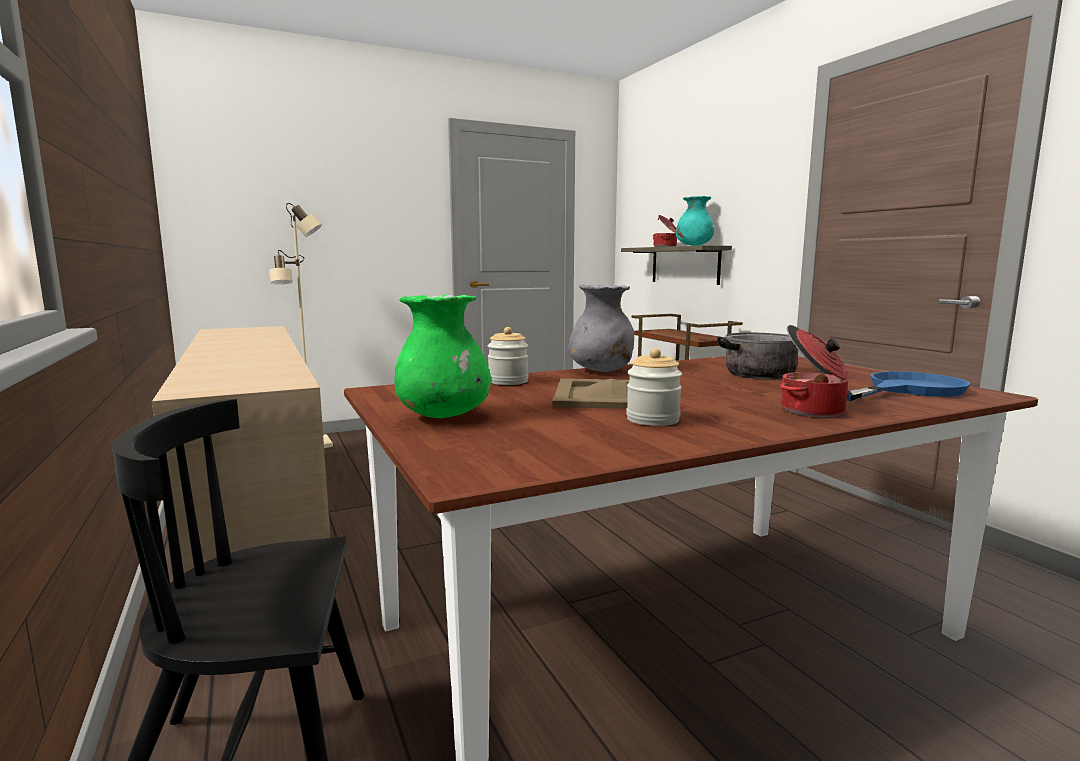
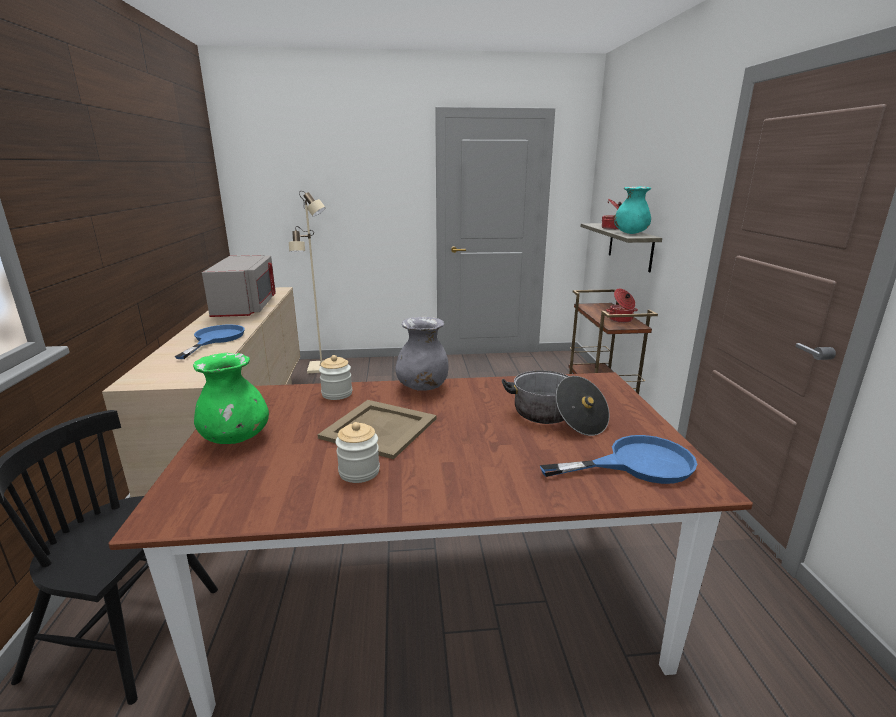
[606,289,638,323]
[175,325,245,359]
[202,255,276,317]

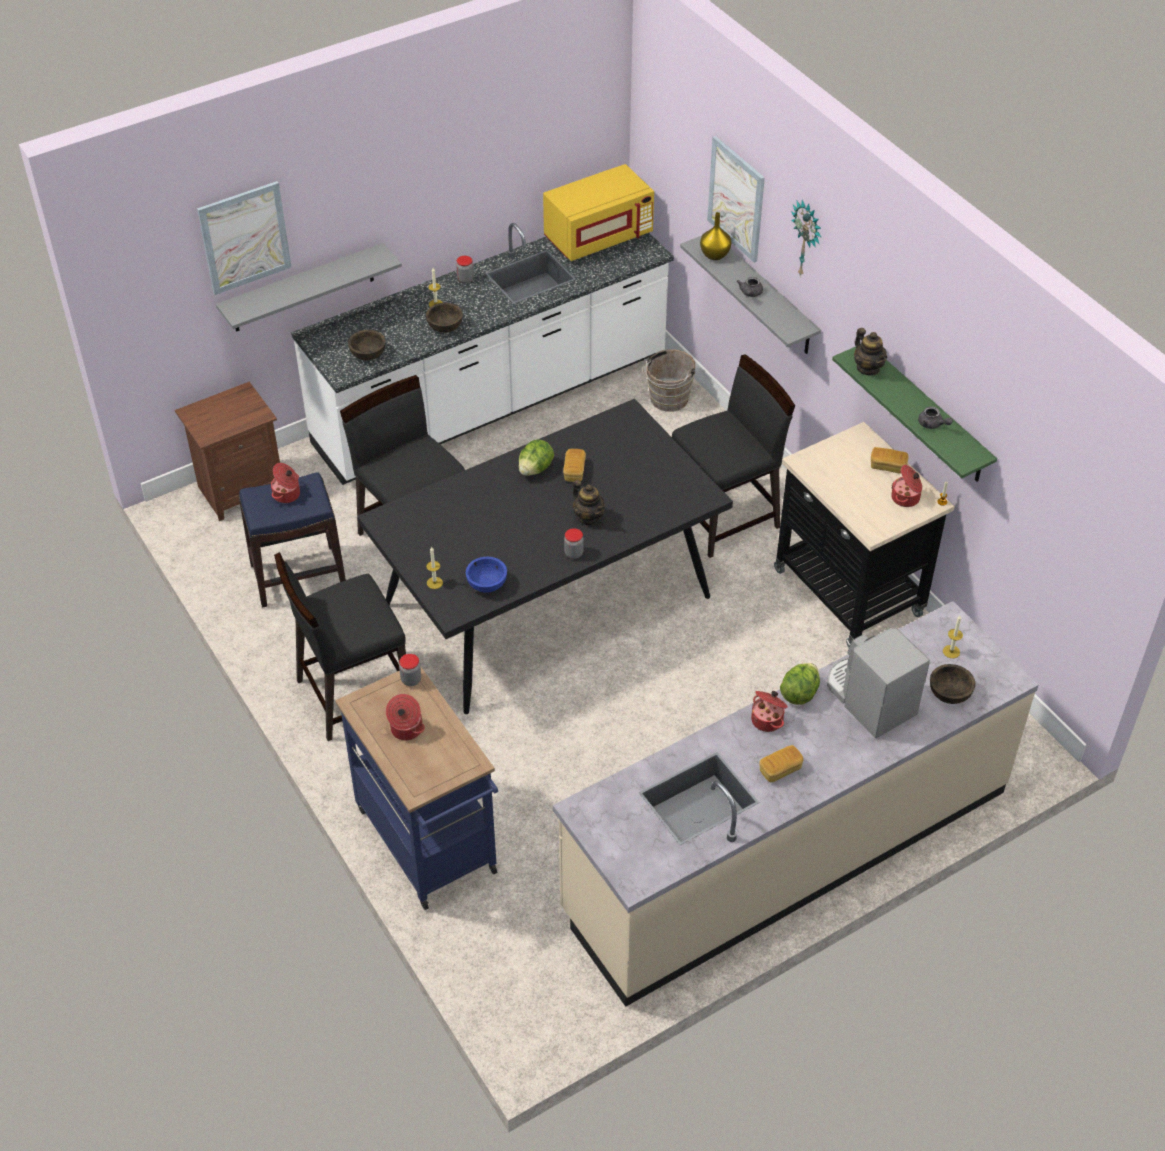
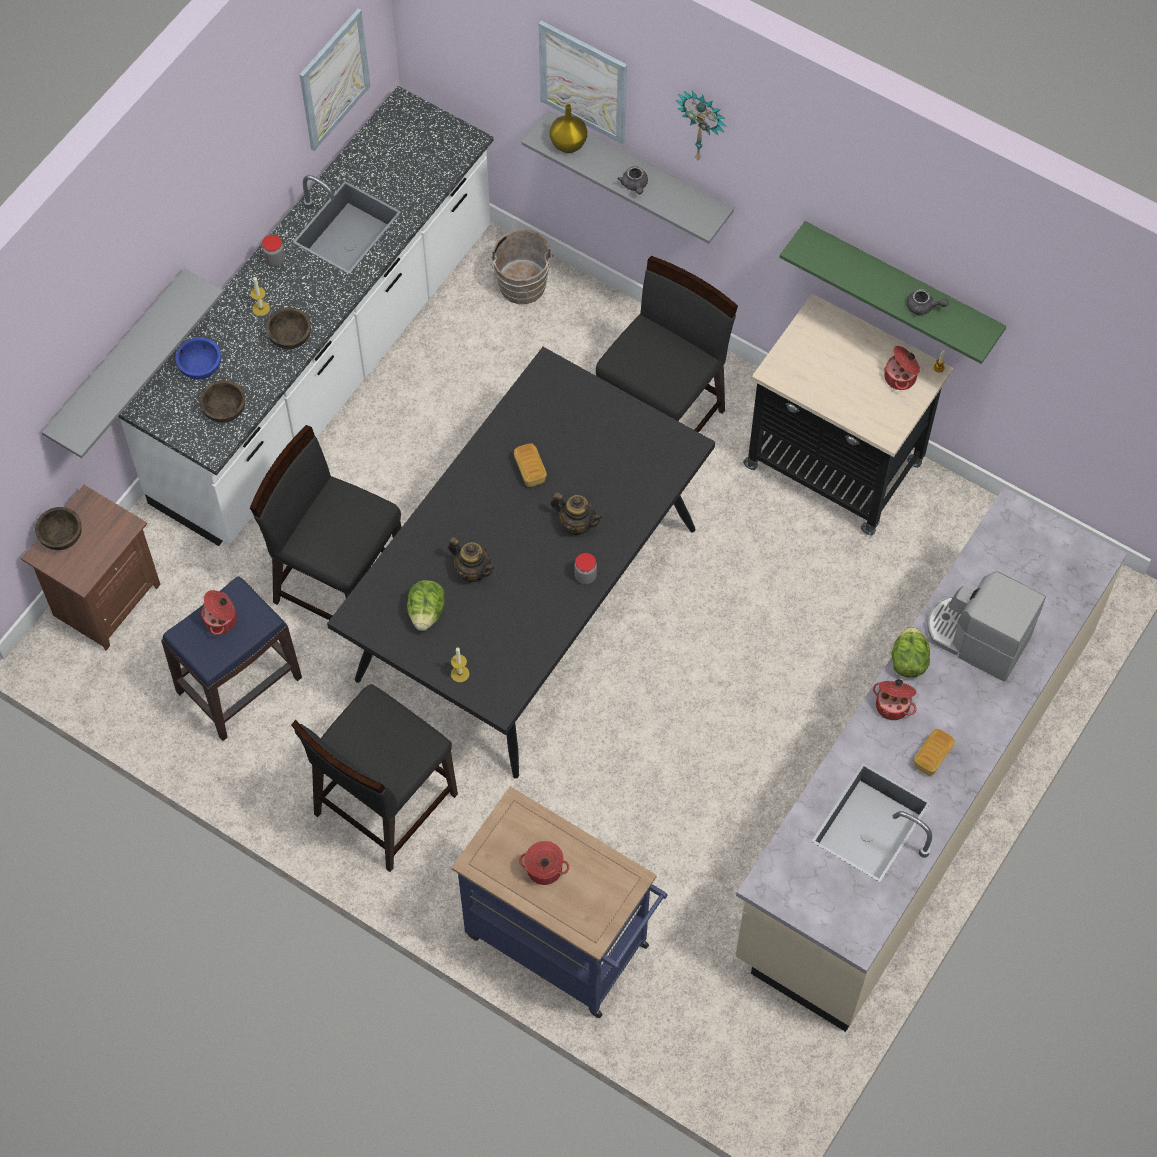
[300,8,371,151]
[399,654,421,686] (first image)
[175,337,221,379]
[407,580,445,631]
[543,164,654,261] (first image)
[448,537,495,582]
[871,447,908,474] (first image)
[35,507,82,550]
[943,616,963,658] (first image)

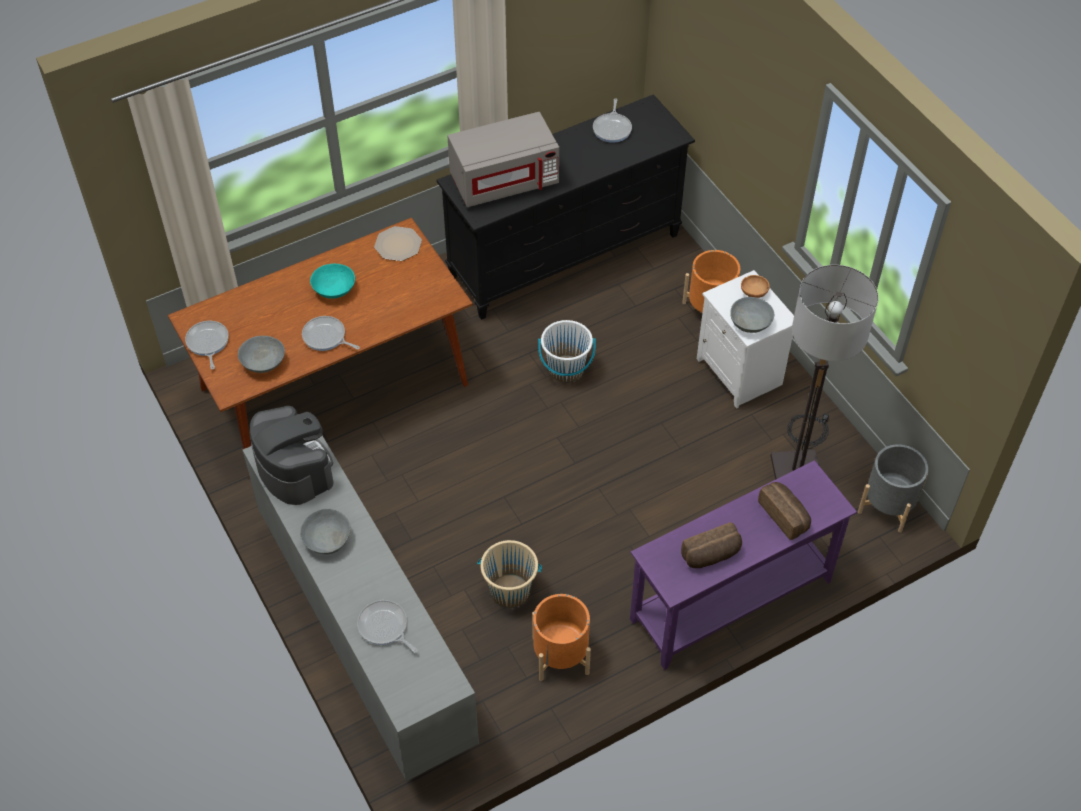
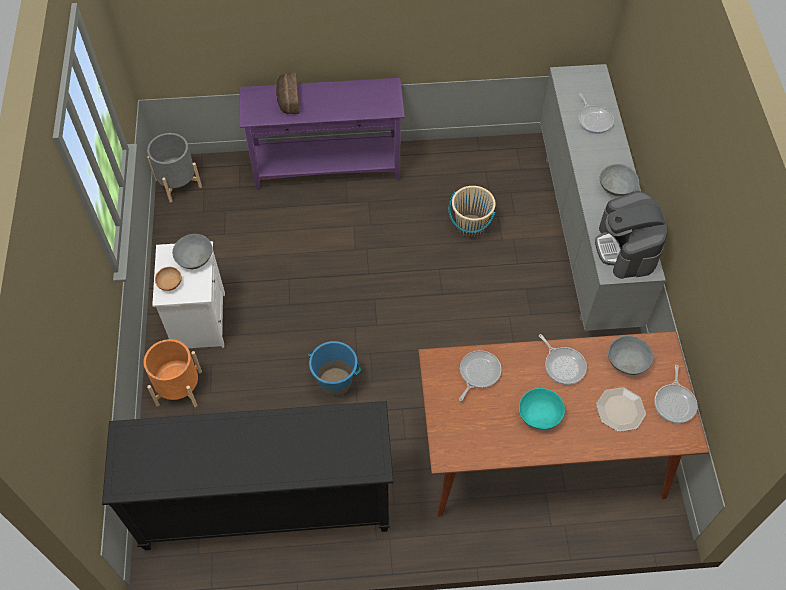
[596,387,646,432]
[447,112,559,207] (first image)
[532,594,591,681] (first image)
[308,341,361,397]
[459,350,501,401]
[681,522,742,568] (first image)
[770,265,879,480] (first image)

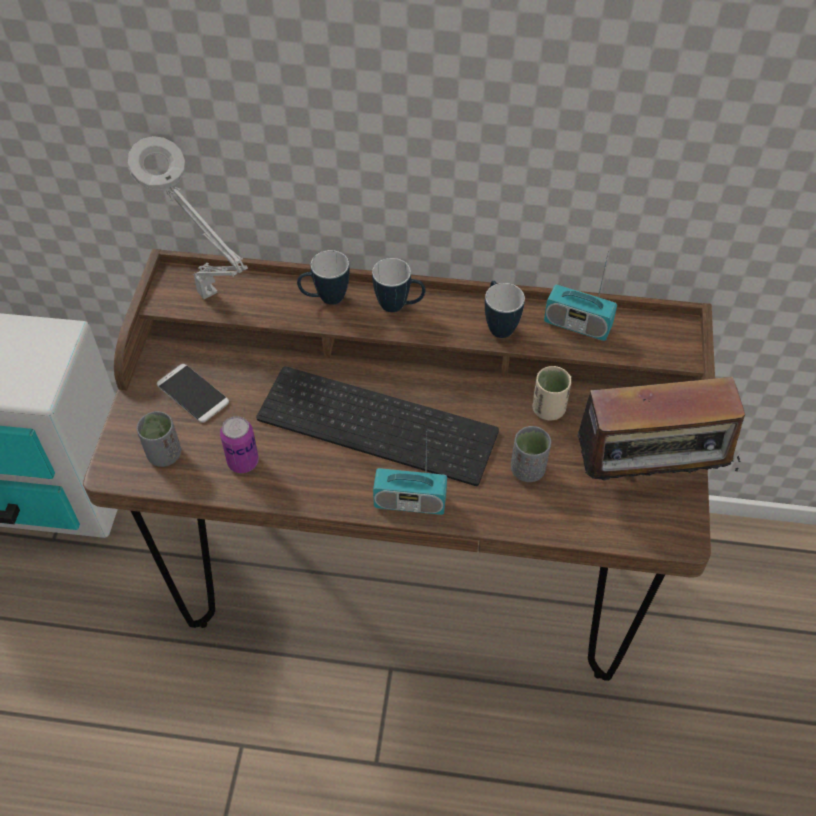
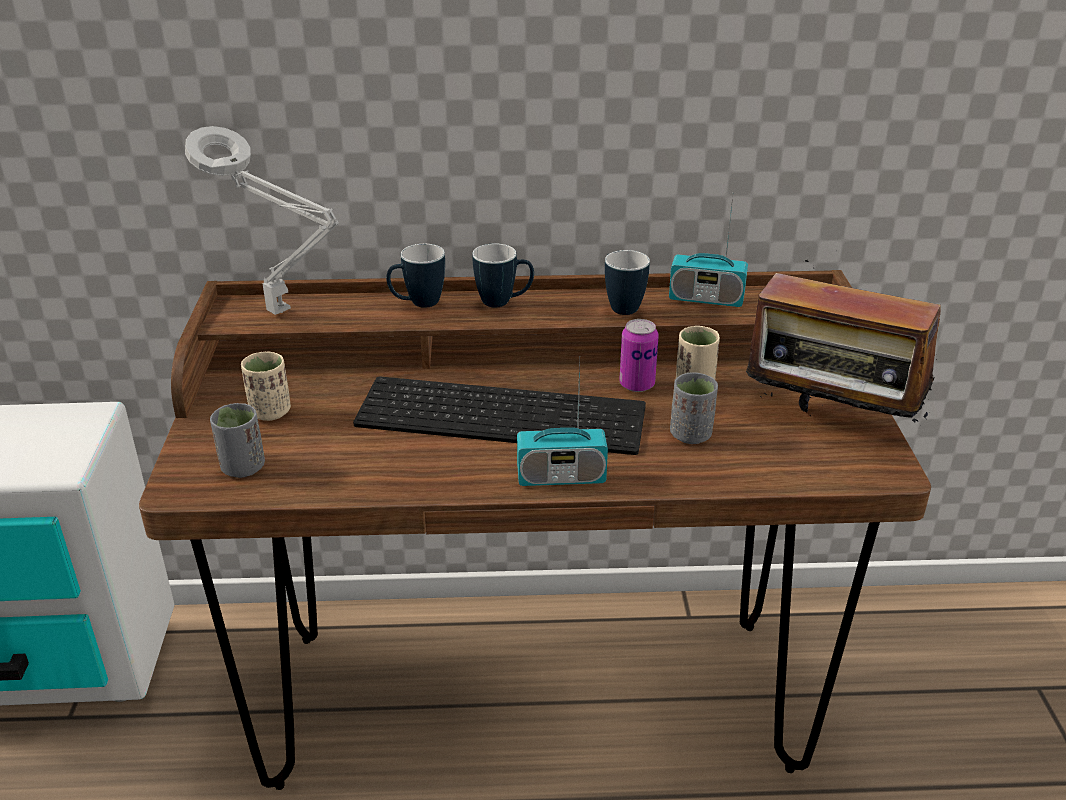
[241,352,291,421]
[619,319,659,392]
[746,250,941,422]

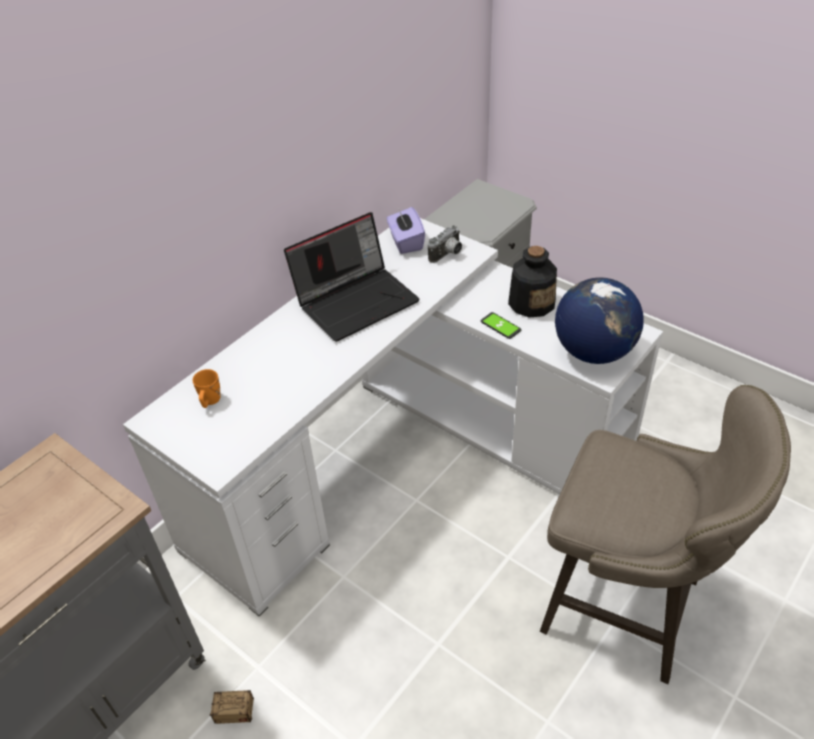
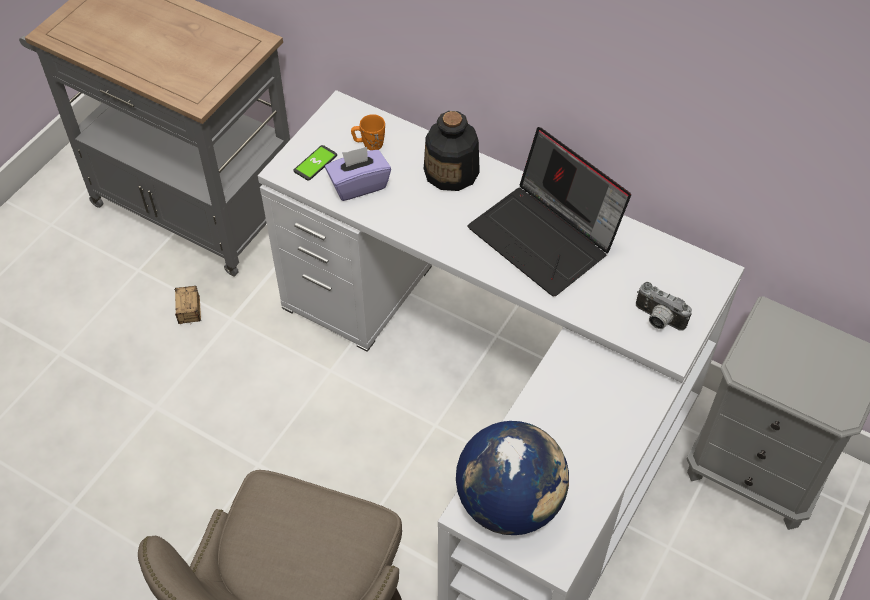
[325,147,391,201]
[293,145,337,181]
[424,111,480,191]

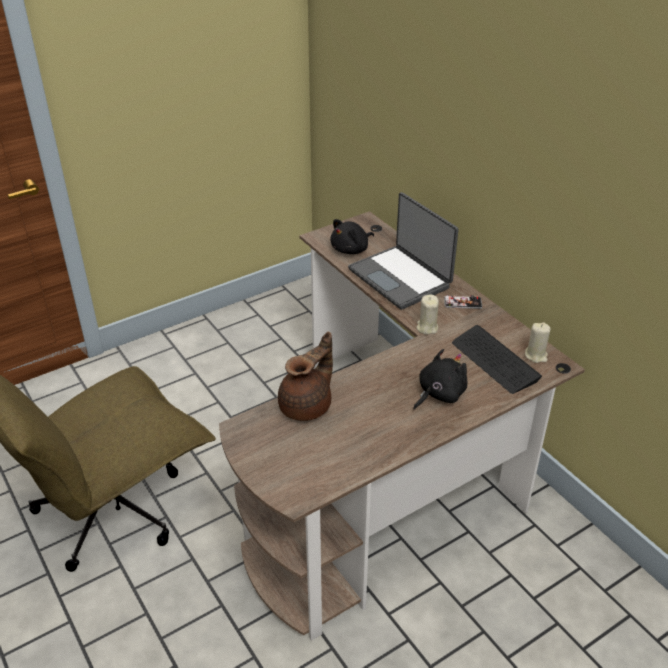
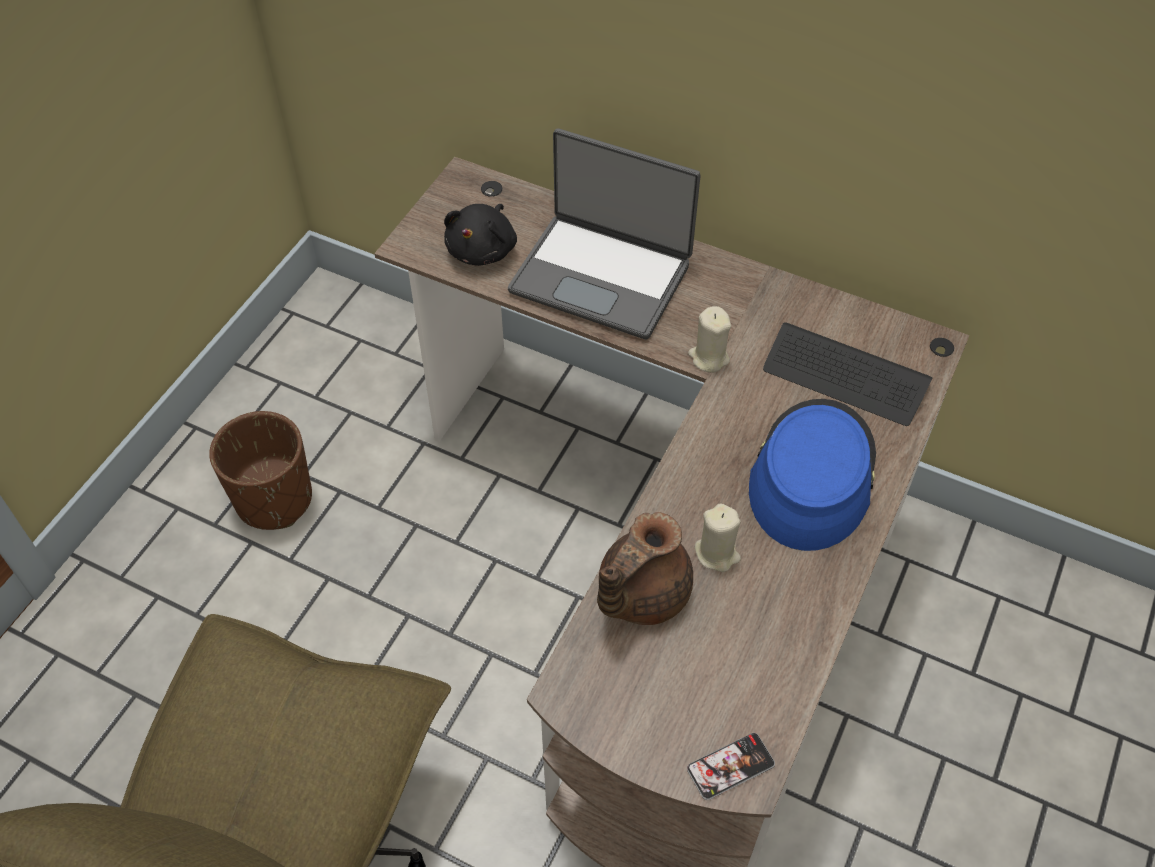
[597,512,693,625]
[749,399,876,551]
[687,733,775,800]
[695,504,741,572]
[209,411,312,530]

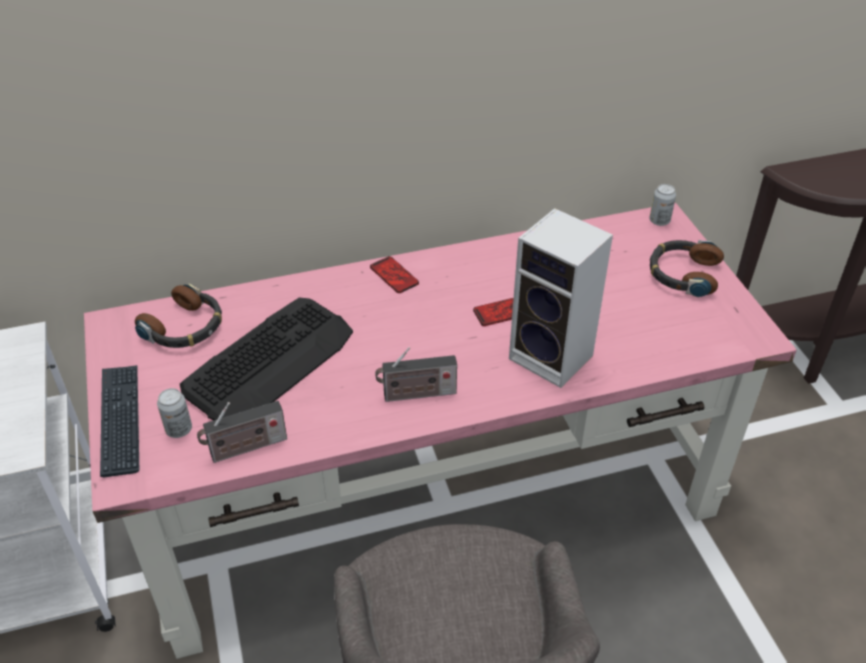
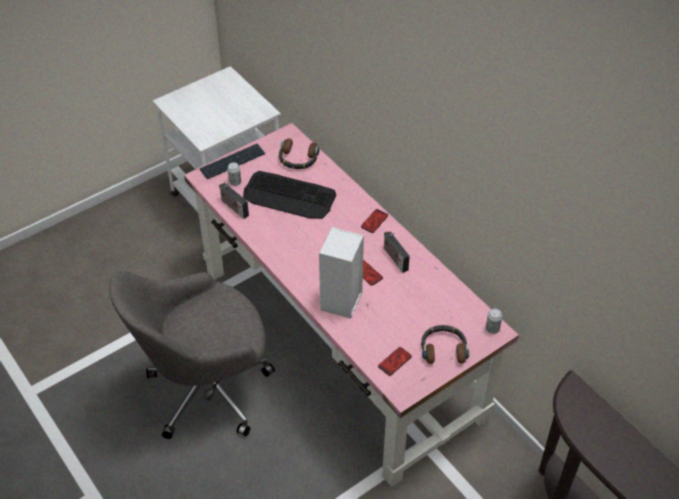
[384,231,410,273]
[378,347,412,376]

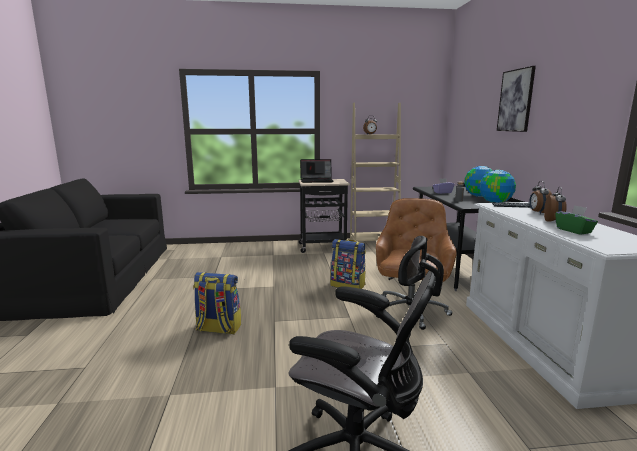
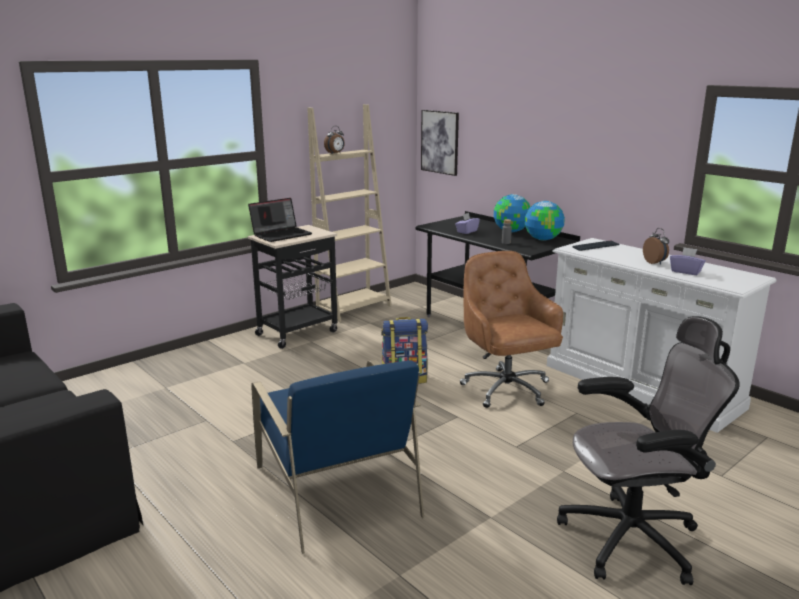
[251,360,424,554]
[421,110,459,176]
[529,181,552,214] (first image)
[670,247,706,275]

